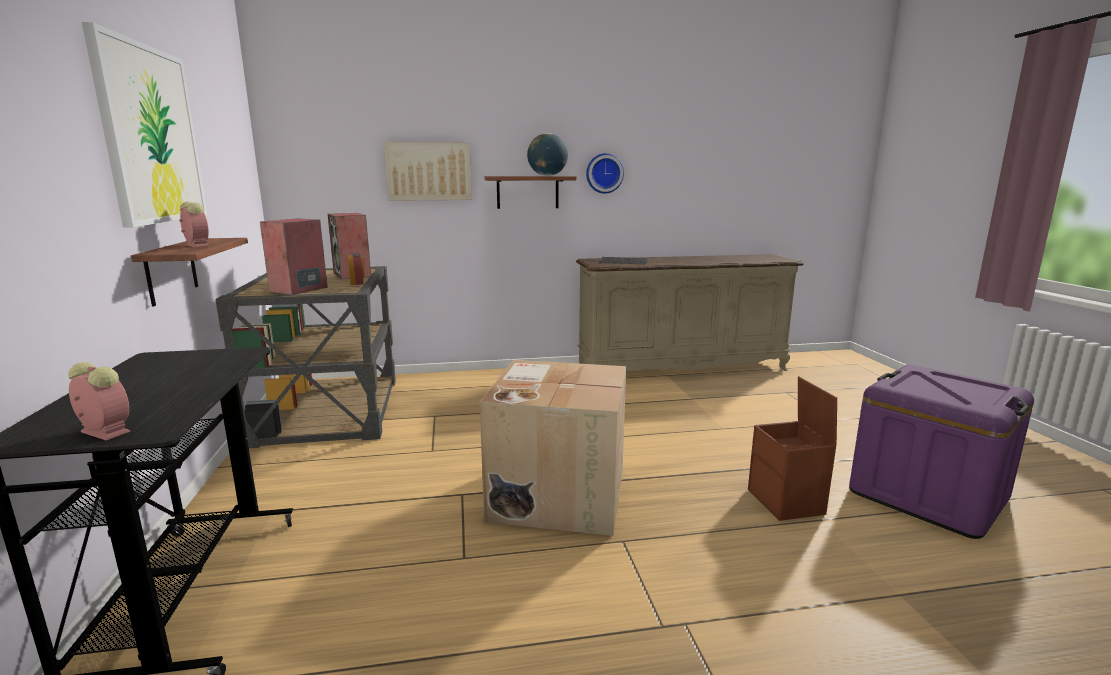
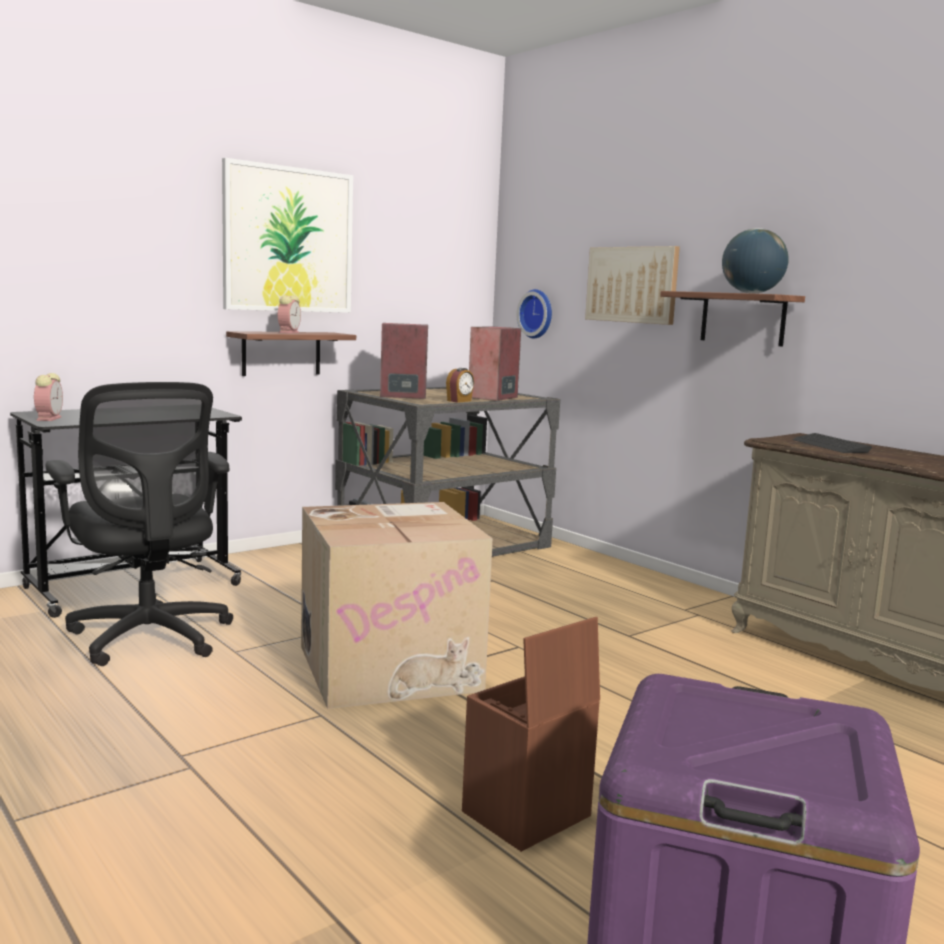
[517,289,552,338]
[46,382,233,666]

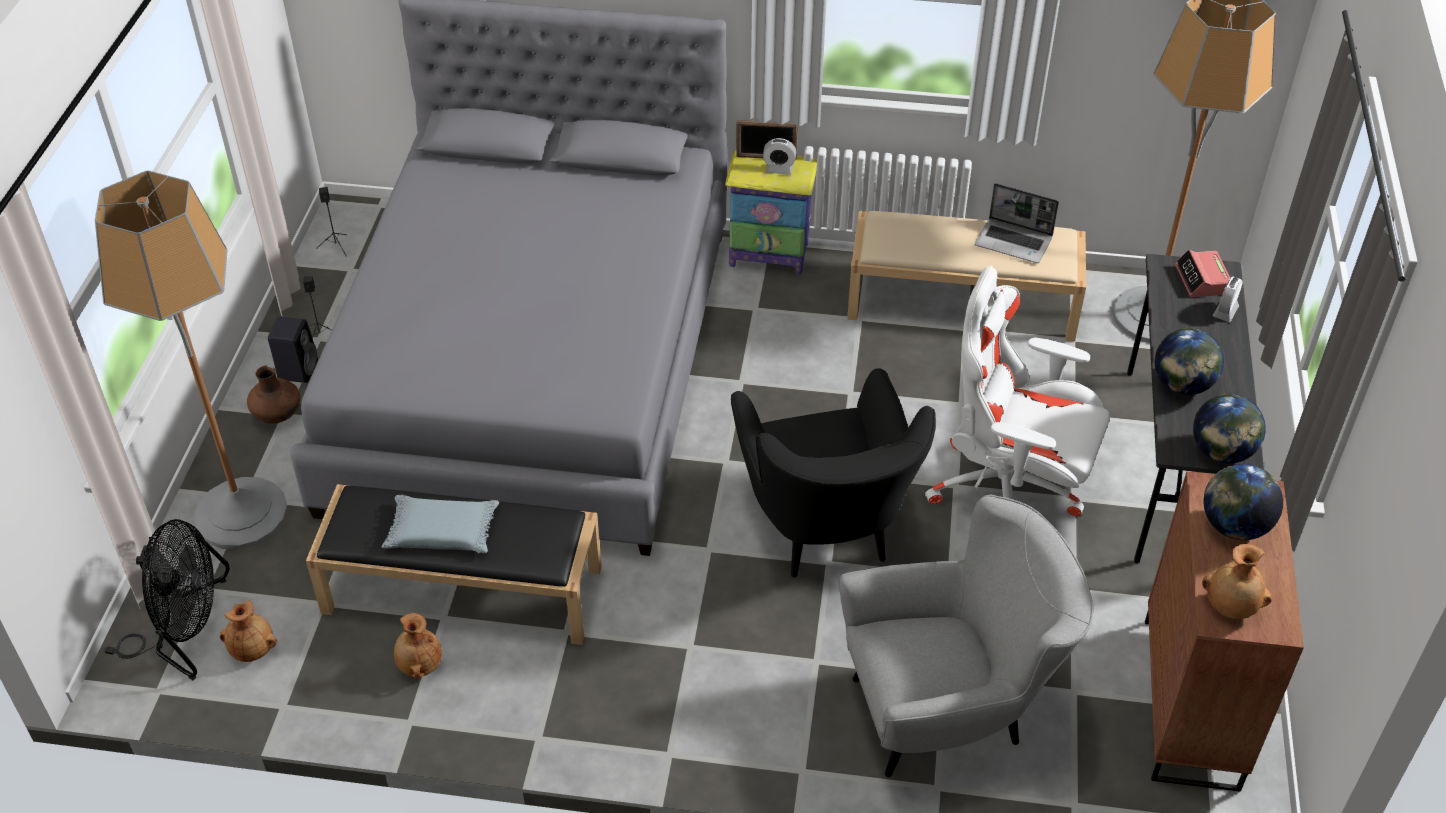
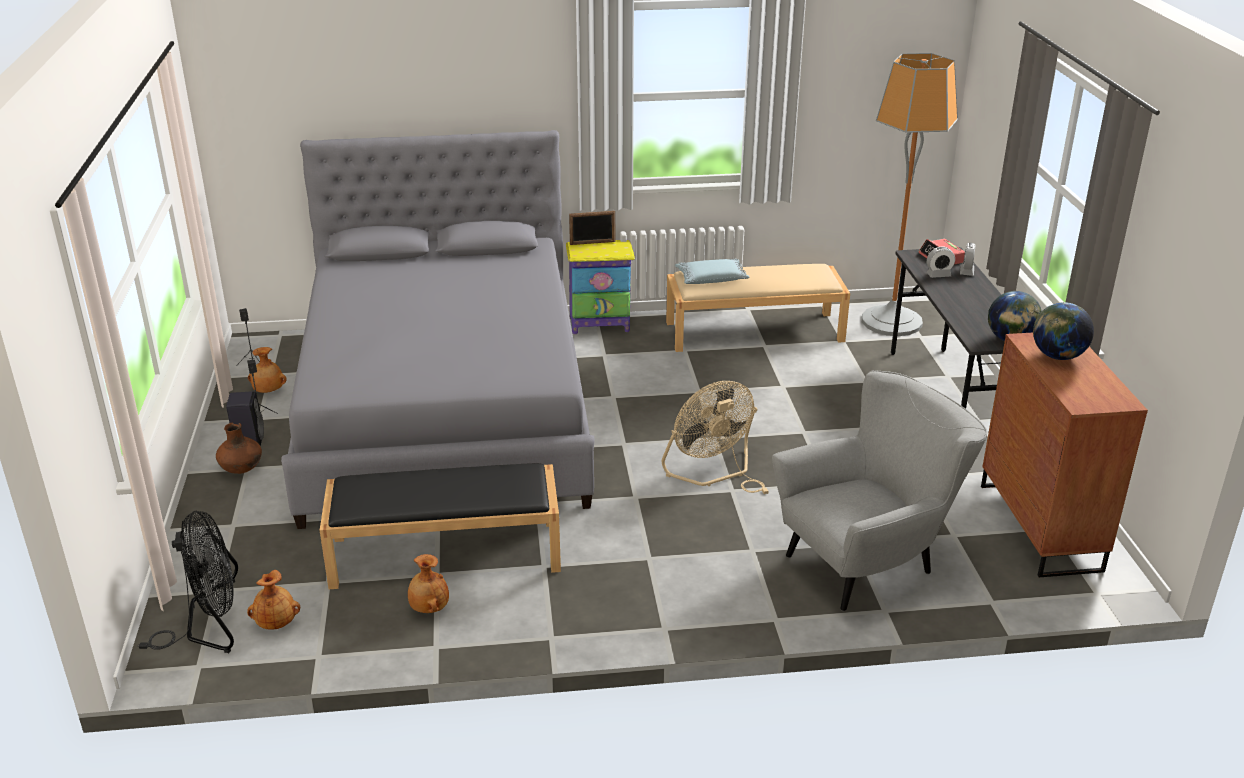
[95,171,288,549] (first image)
[675,258,749,284]
[662,381,769,494]
[927,246,955,278]
[925,265,1110,516] (first image)
[975,183,1059,263] (first image)
[1155,328,1224,395] (first image)
[248,347,287,393]

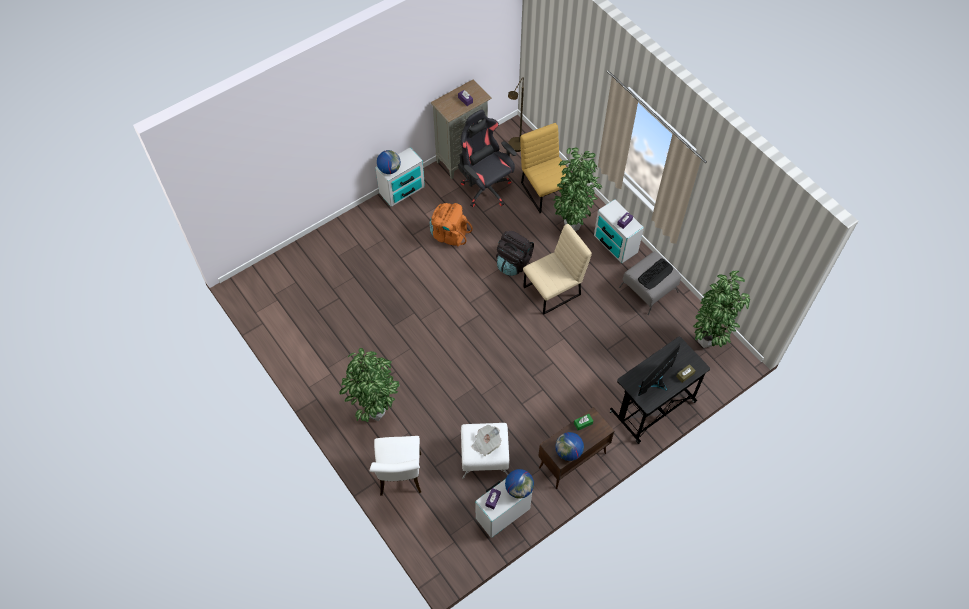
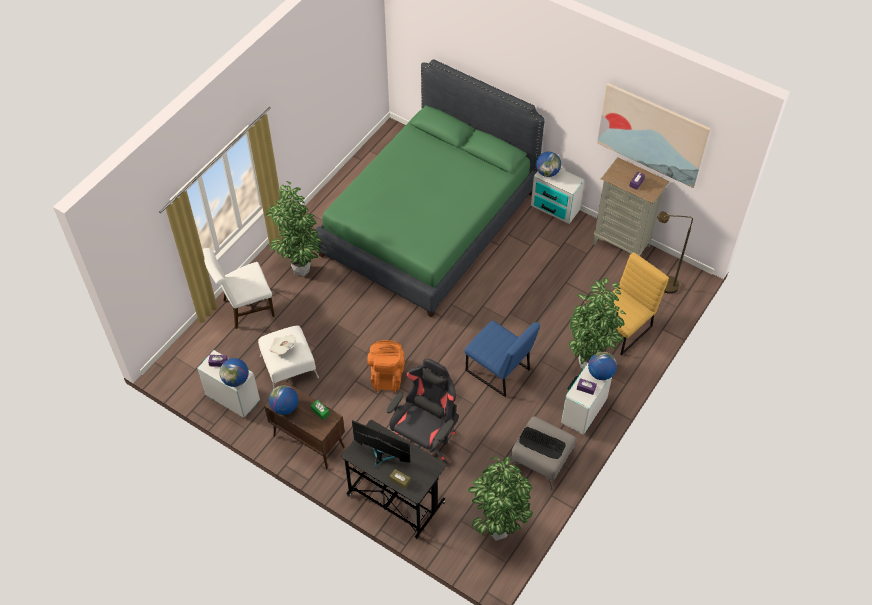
[367,340,405,393]
[387,358,459,464]
[496,231,534,276] (first image)
[465,321,540,397]
[315,59,545,317]
[588,352,617,380]
[597,83,711,188]

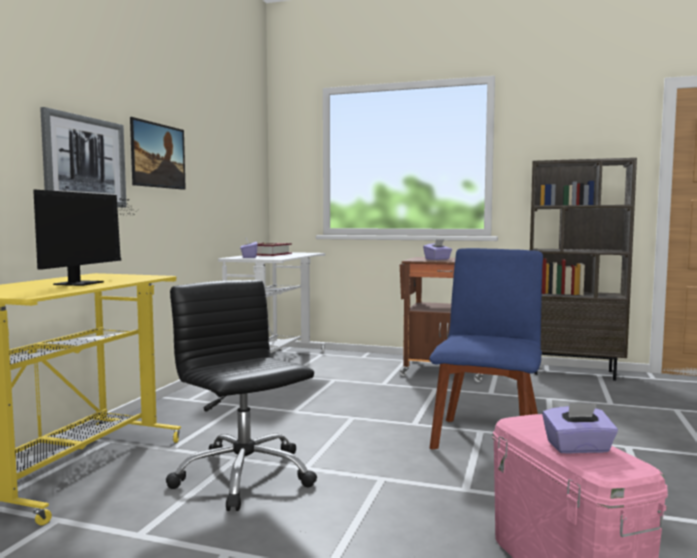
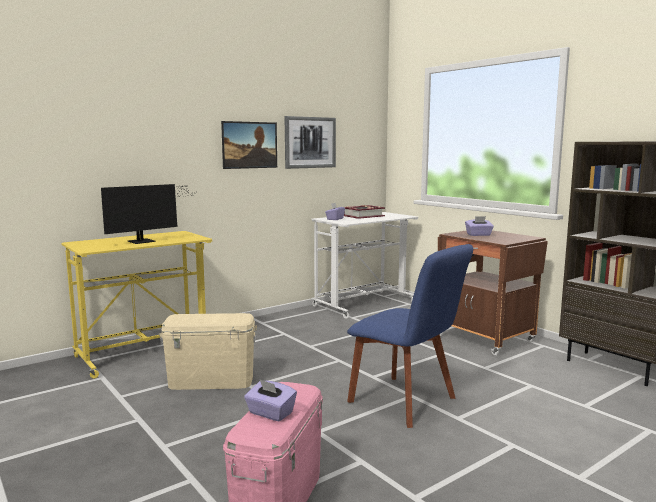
[285,116,336,169]
[159,313,257,390]
[347,244,473,428]

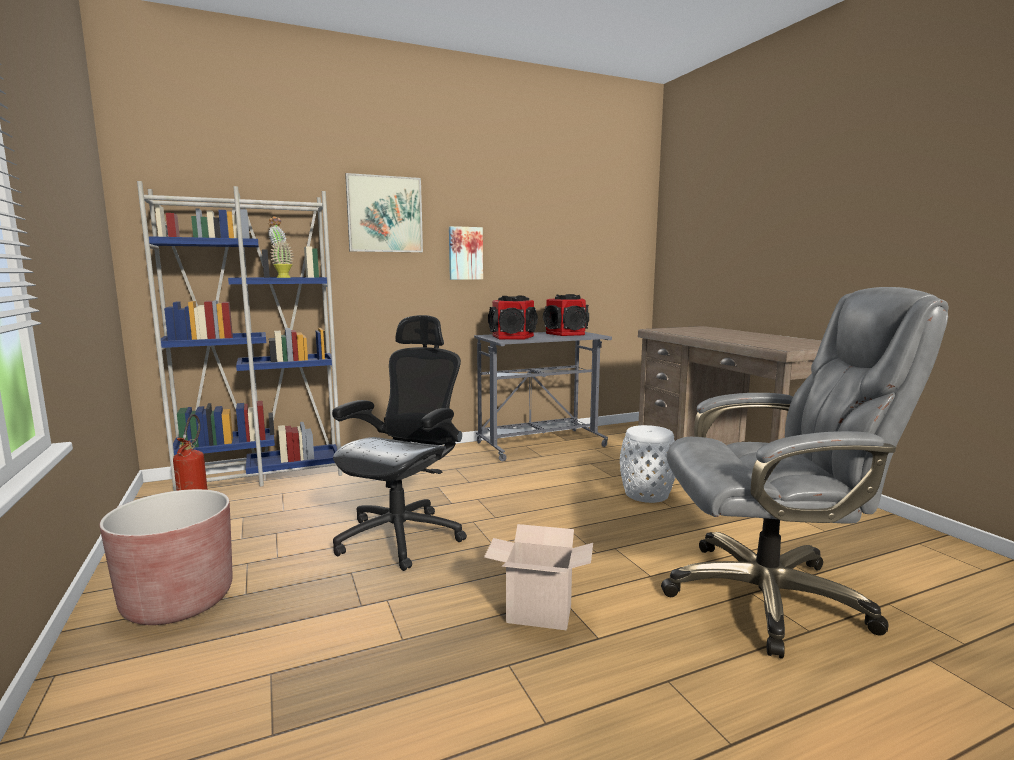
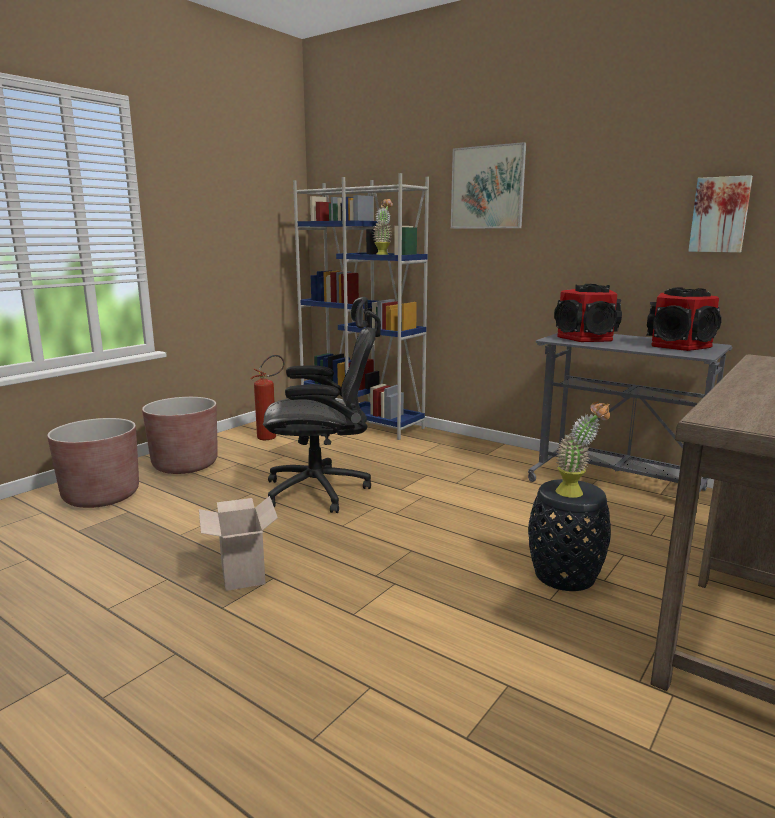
[688,175,753,253]
[528,479,611,591]
[661,287,948,659] (first image)
[47,418,139,508]
[556,402,610,498]

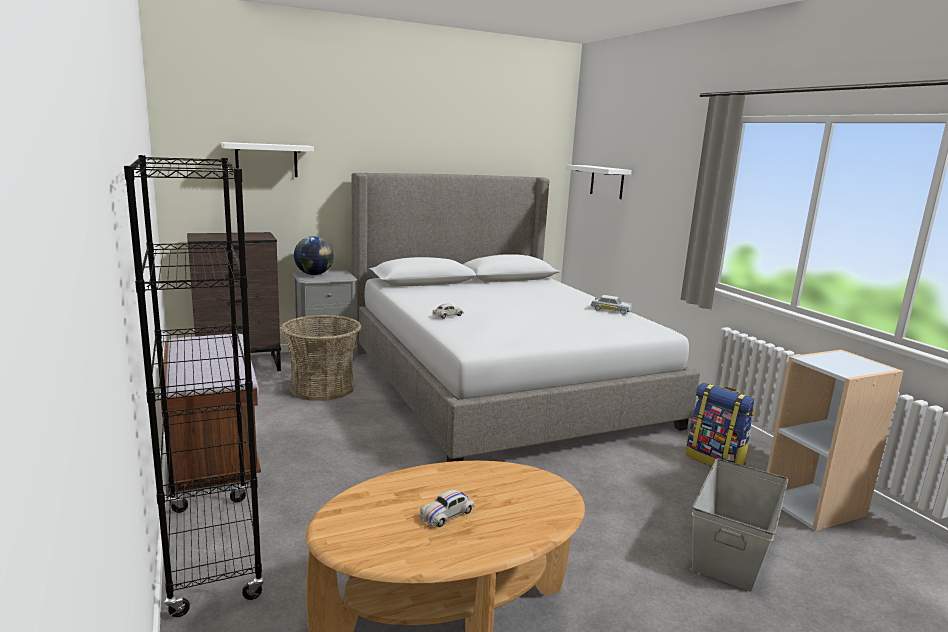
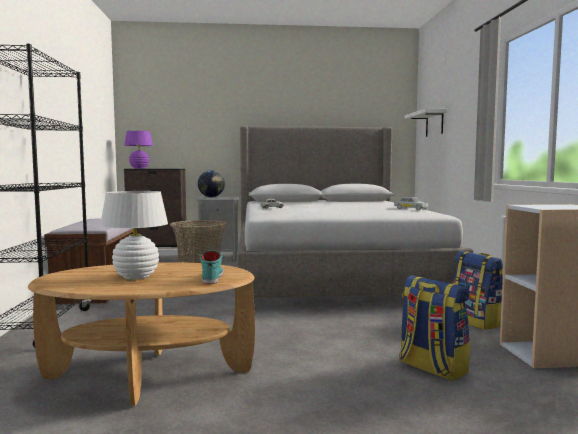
[221,142,314,177] (first image)
[100,191,168,280]
[399,276,470,381]
[124,131,153,169]
[199,250,223,284]

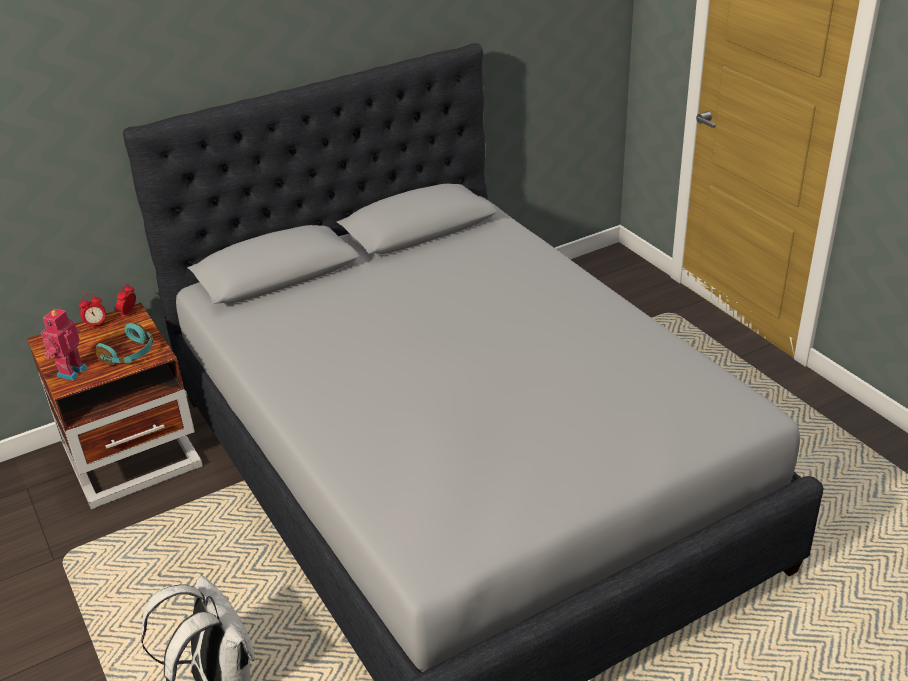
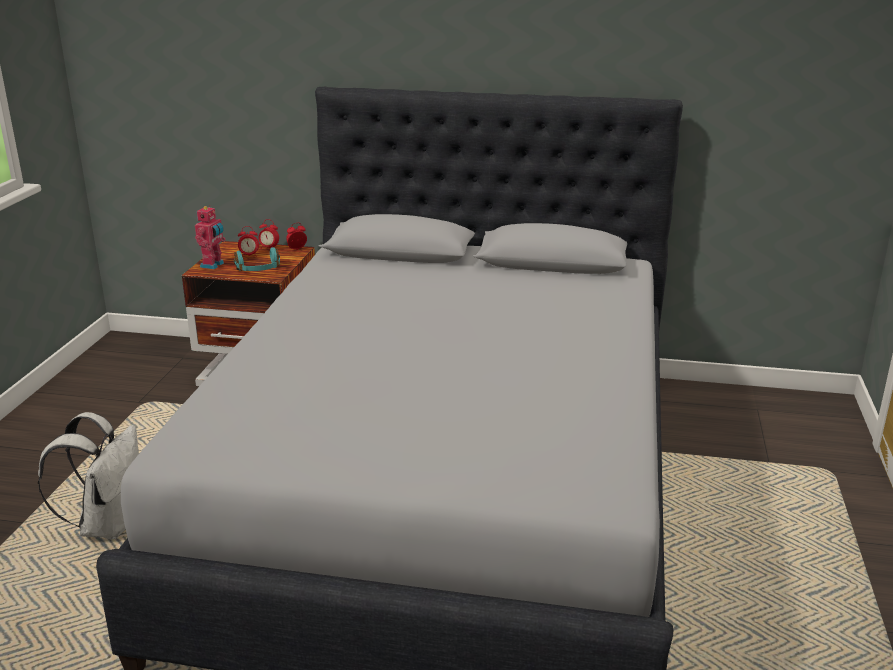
[195,205,226,269]
[238,226,259,257]

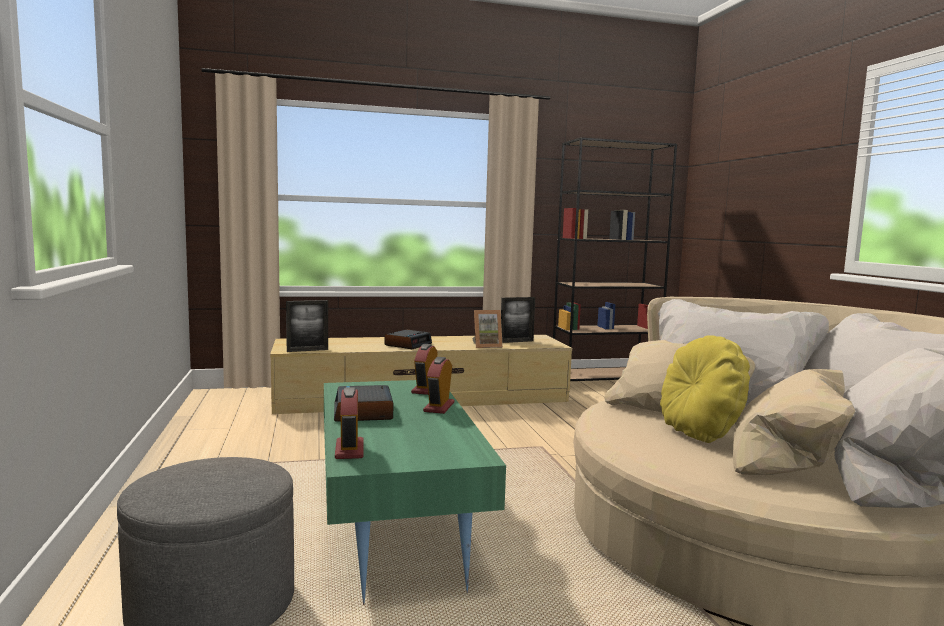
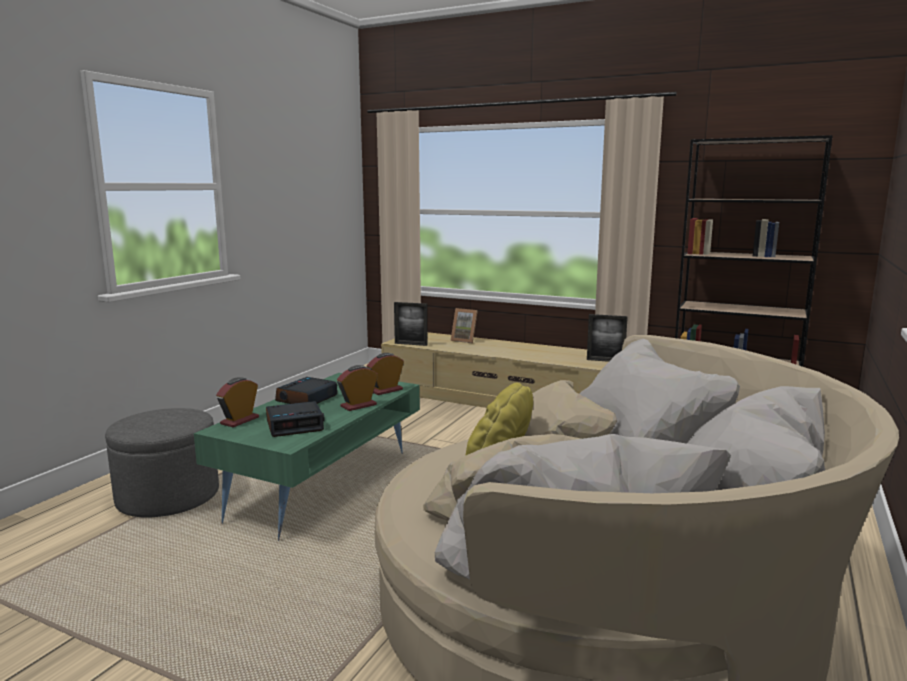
[266,401,325,437]
[451,308,478,343]

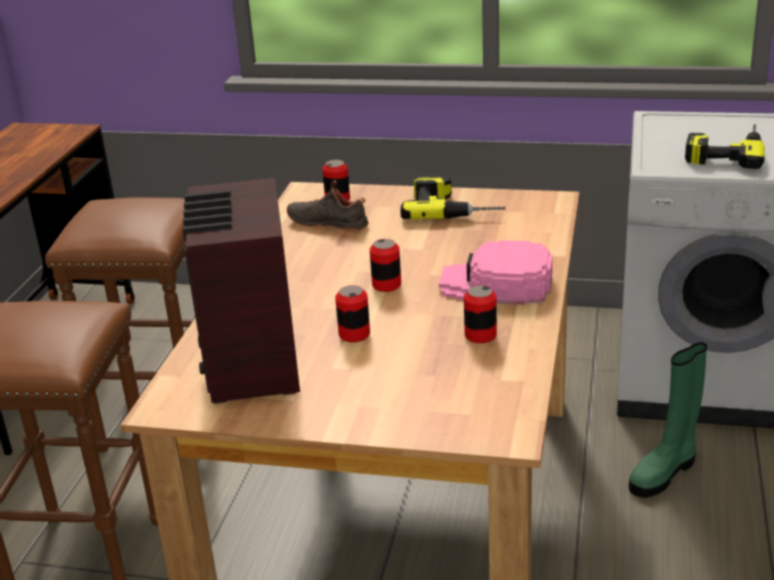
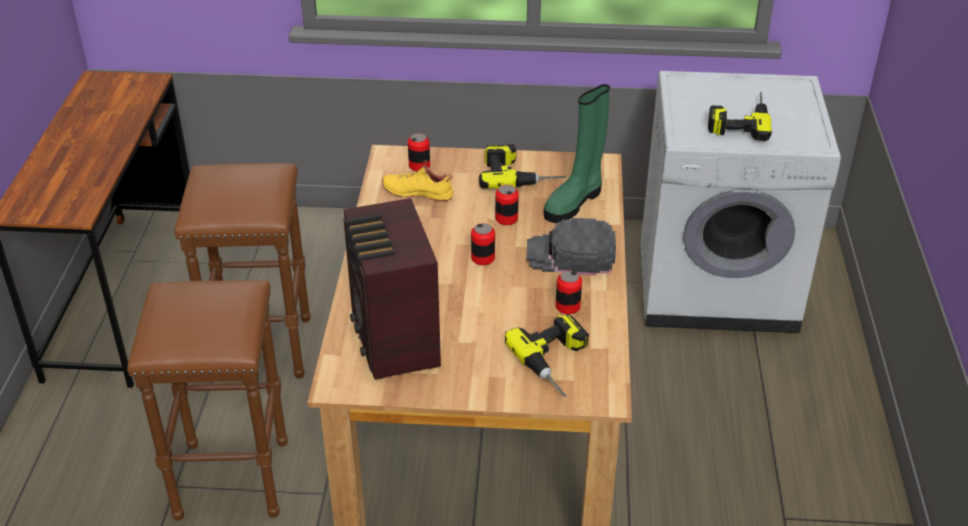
[382,160,454,202]
[495,185,519,225]
[526,218,616,275]
[544,84,610,223]
[505,314,589,397]

